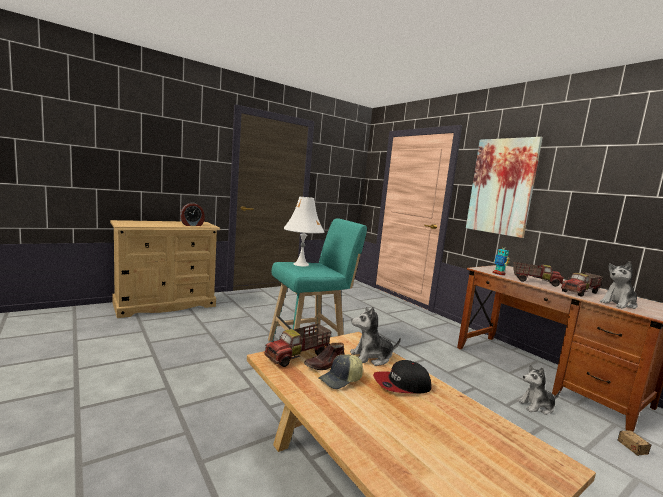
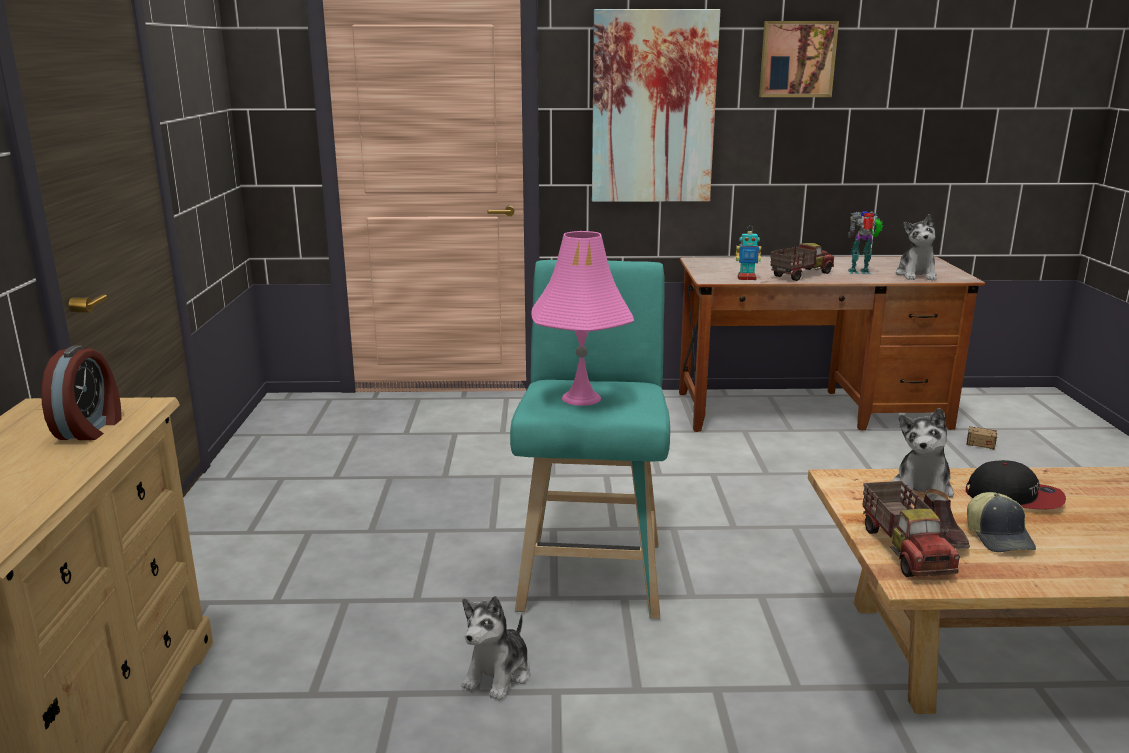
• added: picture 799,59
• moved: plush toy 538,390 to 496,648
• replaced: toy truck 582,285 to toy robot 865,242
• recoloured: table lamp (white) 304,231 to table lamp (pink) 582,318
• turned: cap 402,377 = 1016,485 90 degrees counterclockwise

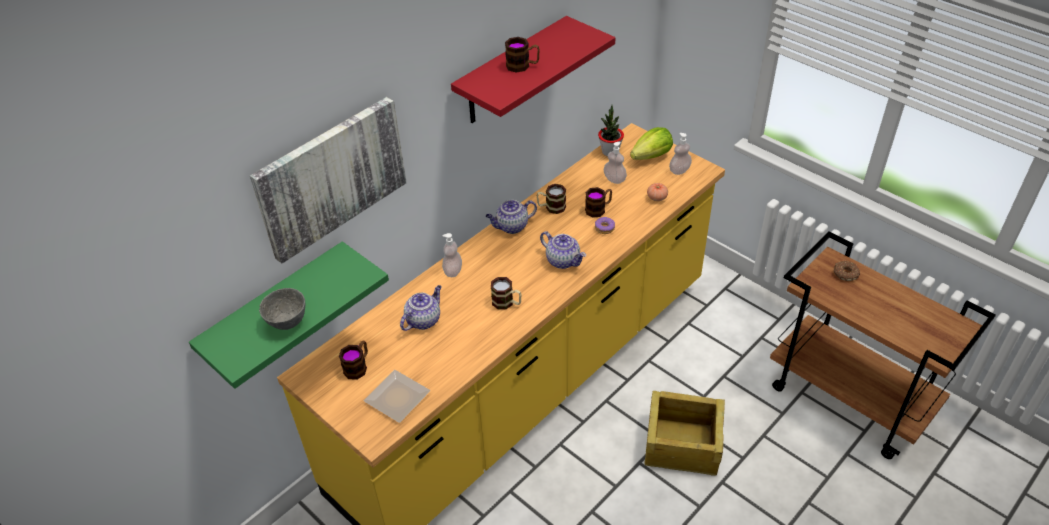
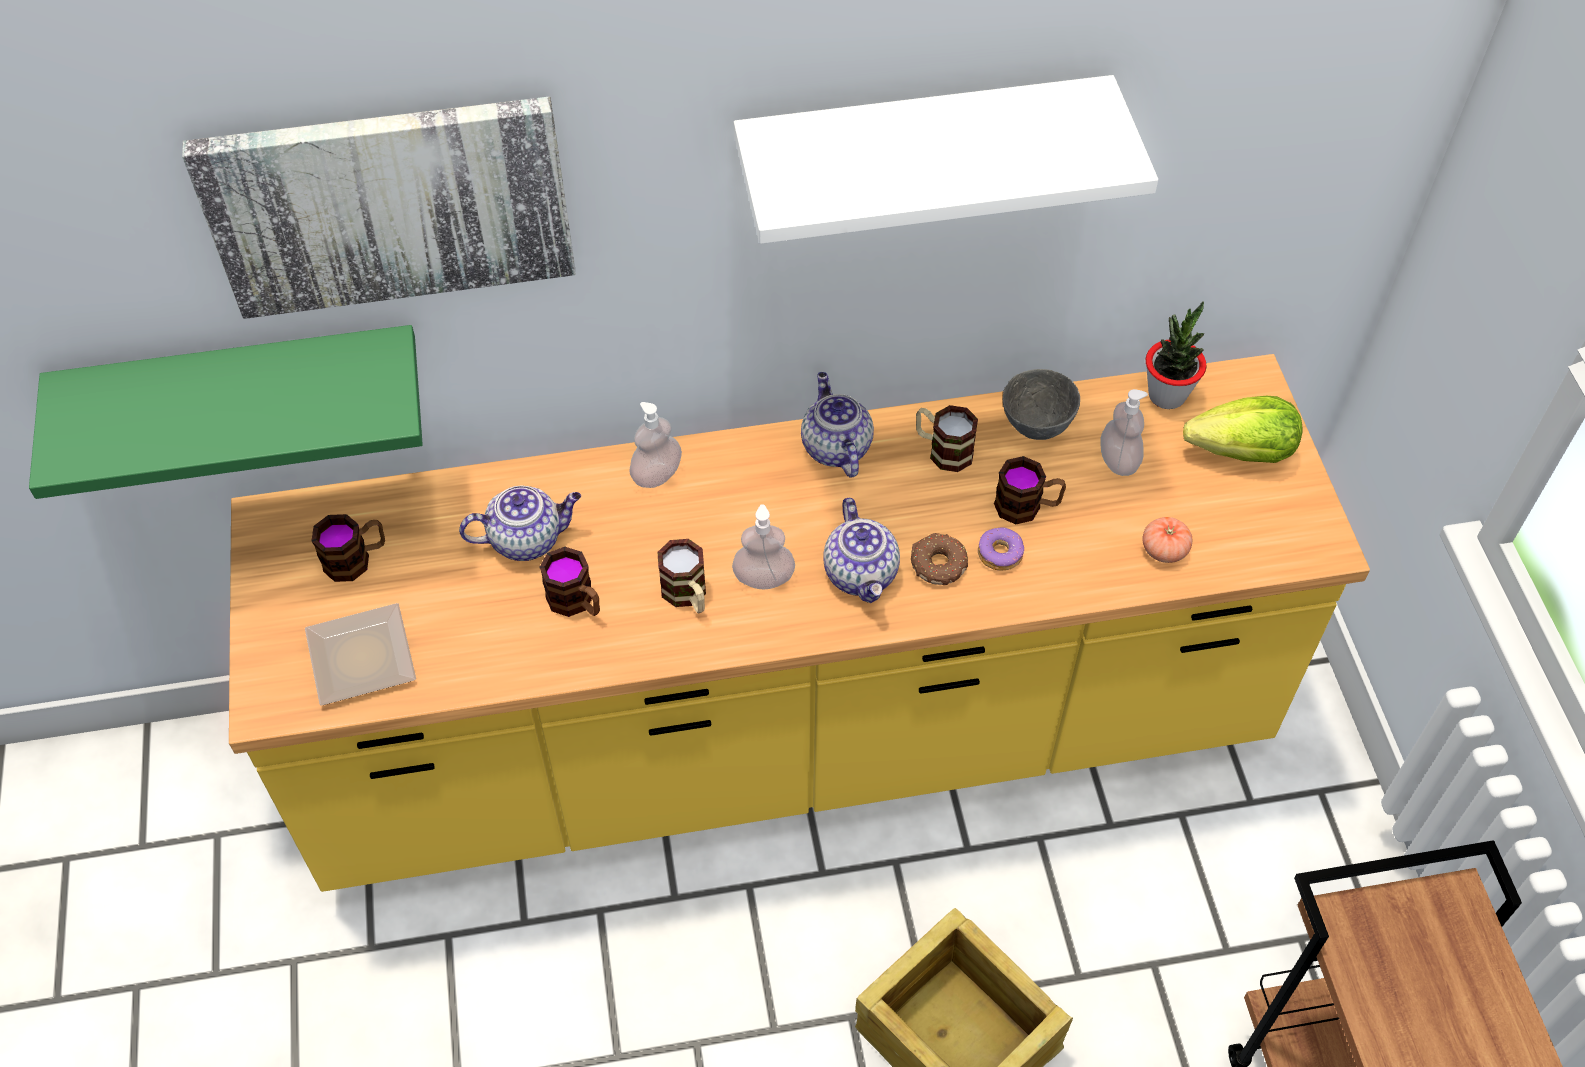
• moved: bowl (grey) 282,309 to 1041,404
• moved: mug 522,55 to 569,582
• moved: soap dispenser 680,154 to 763,546
• moved: donut 847,271 to 939,559
• recoloured: shelf (red) 533,69 to shelf (white) 946,159
• turned: teapot 511,217 = 837,425 60 degrees clockwise

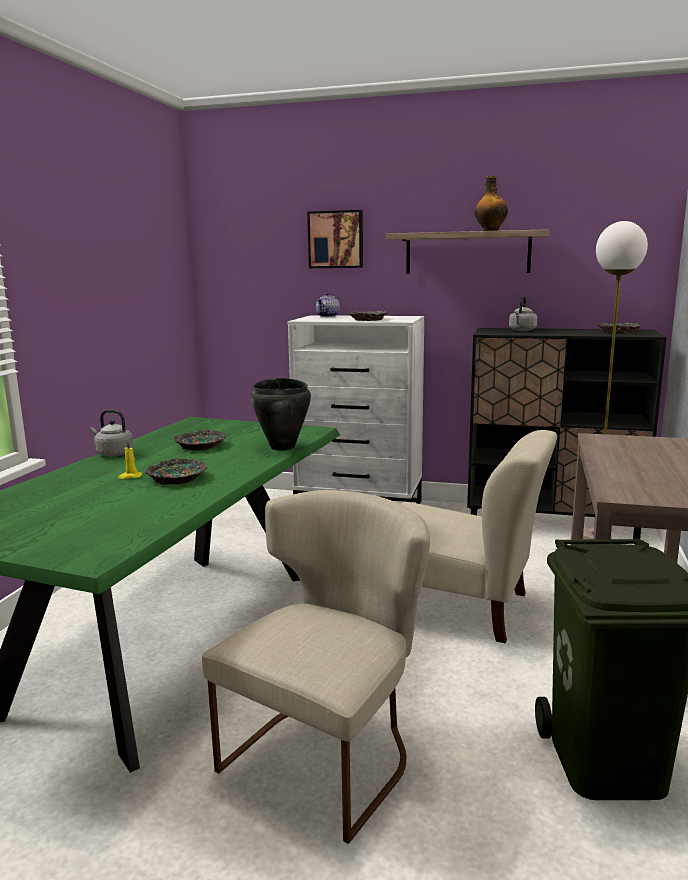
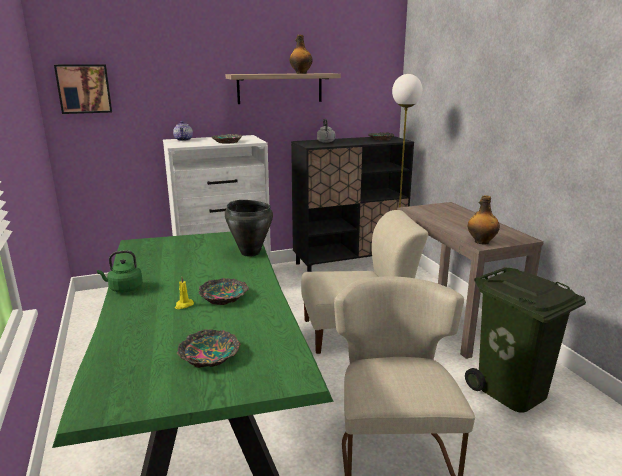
• added: bottle 484,220
• moved: bowl 200,440 to 208,348
• moved: picture 335,239 to 83,89
• recoloured: kettle (grey) 111,433 to kettle (green) 120,271

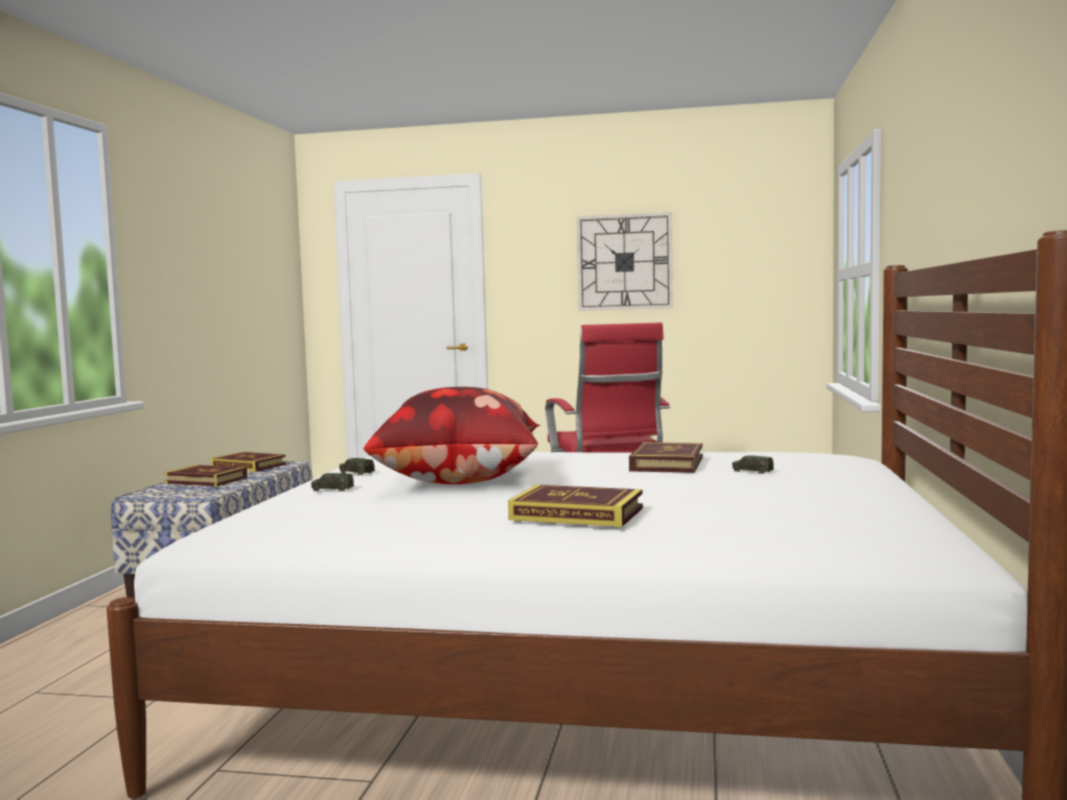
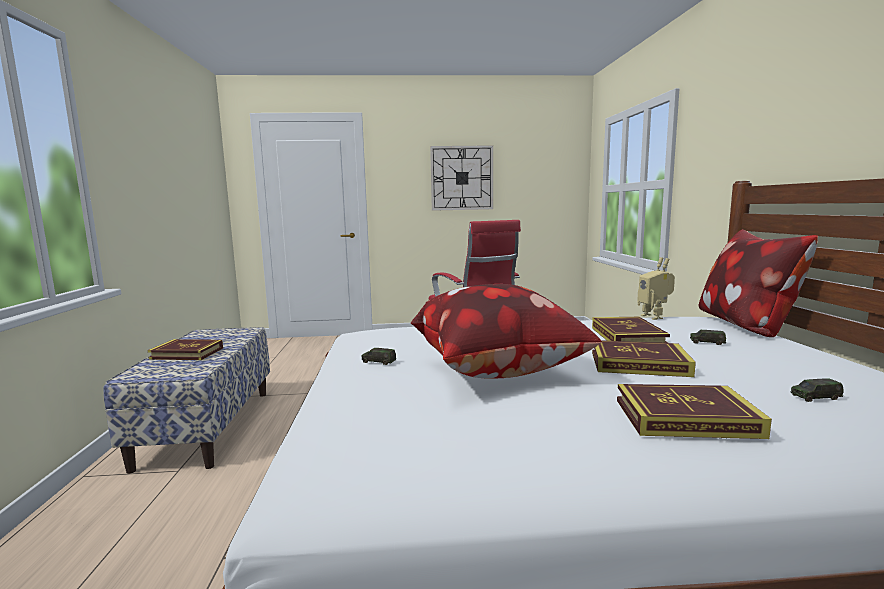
• added: toy robot 656,288
• added: pillow 758,283
• moved: book 248,462 to 644,358
• moved: toy car 332,482 to 817,390

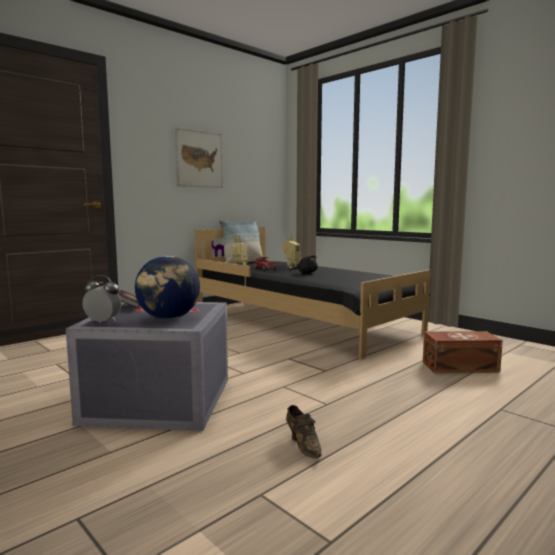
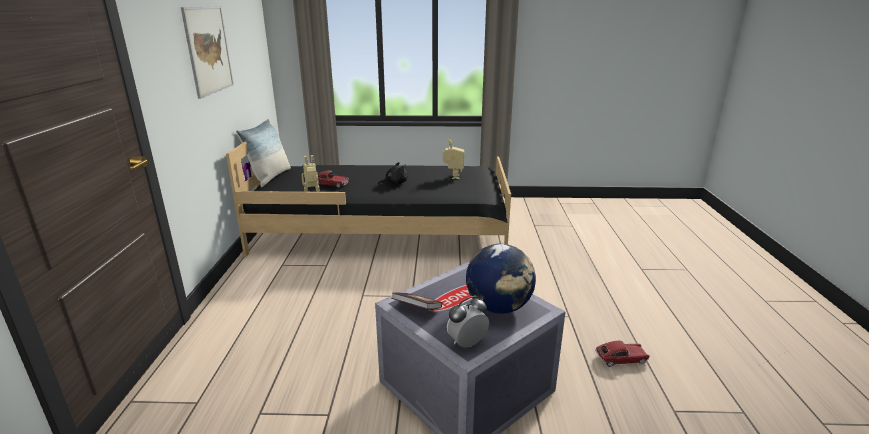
• removed: storage box (brown) 463,352
• moved: toy robot 292,251 to 453,158
• replaced: shoe (brown) 304,431 to toy car 622,353

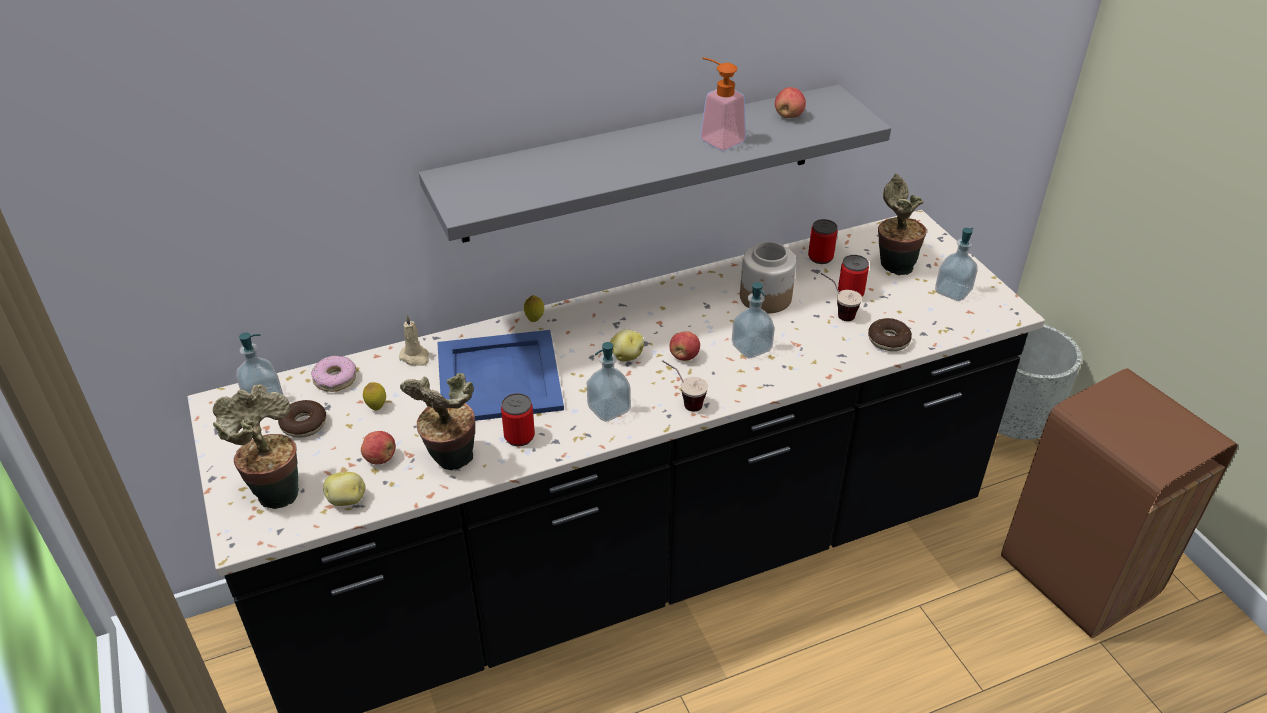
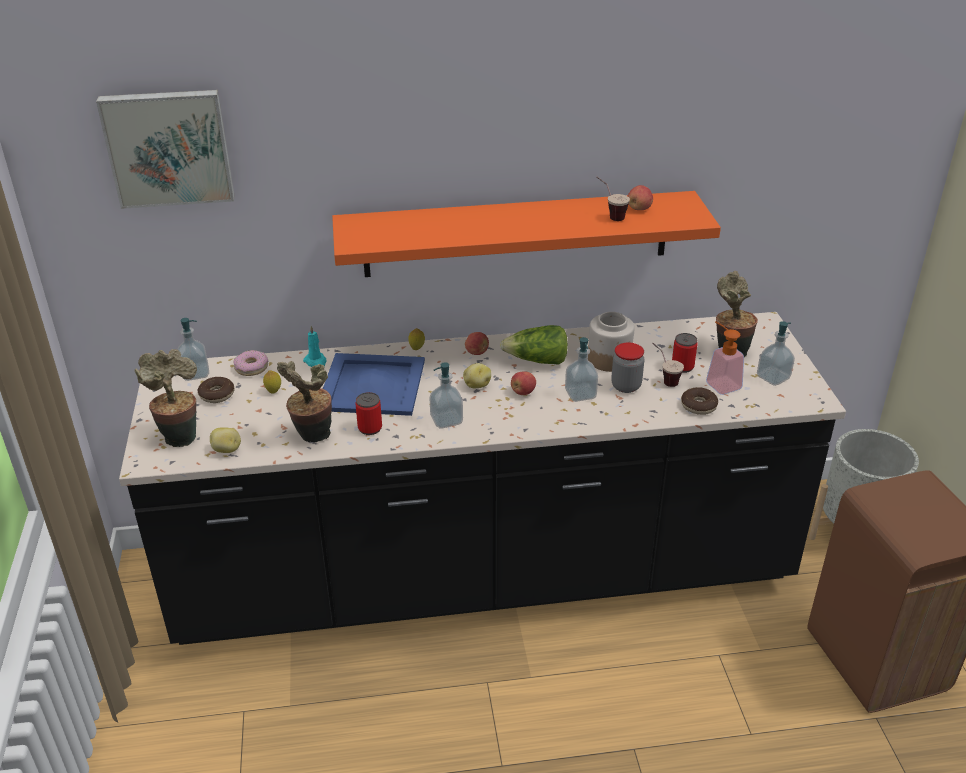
• removed: can 822,241
• added: picture 165,149
• added: lettuce 534,345
• added: jar 628,367
• moved: apple 378,448 to 477,343
• moved: cup 685,386 to 613,199
• moved: soap dispenser 723,104 to 725,358
• recoloured: candle (beige) 414,340 to candle (turquoise) 315,346
• recoloured: shelf (grey) 655,163 to shelf (orange) 526,234

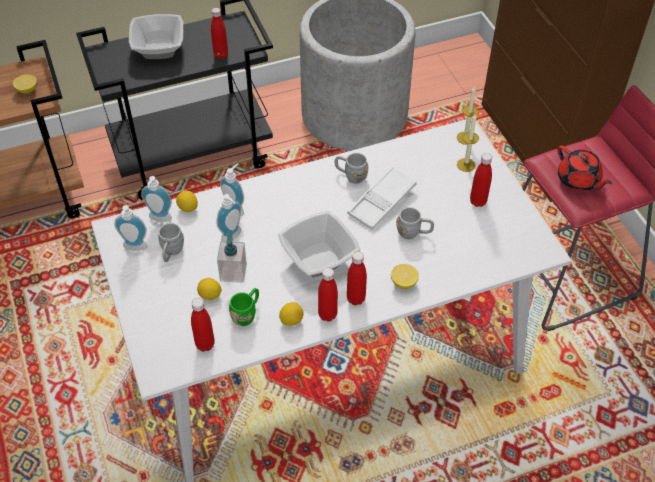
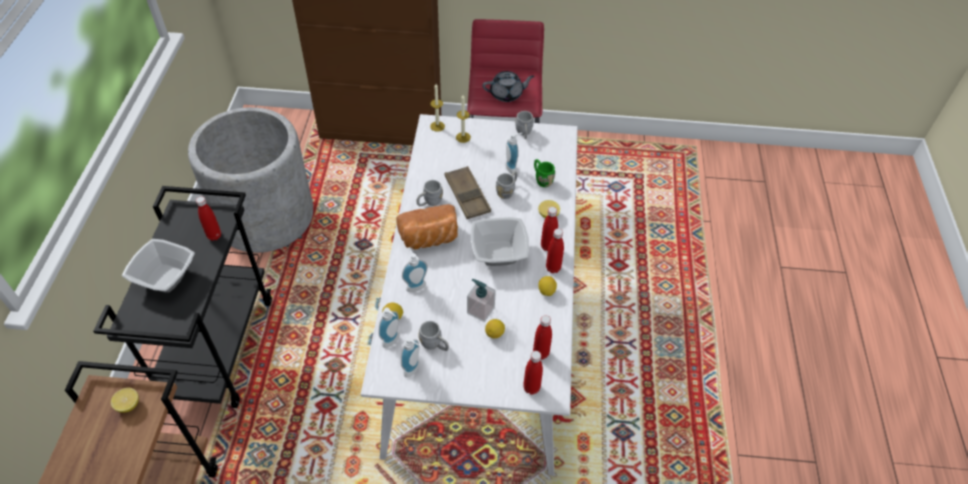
• added: bread 427,227
• added: mug (grey) 524,125
• moved: soap dispenser 229,217 to 514,153
• moved: mug (green) 244,307 to 544,173
• moved: bottle (red) 481,180 to 533,372
• recoloured: tray (white) 382,198 to tray (brown) 468,192
• recoloured: teapot (red) 584,168 to teapot (grey) 508,86

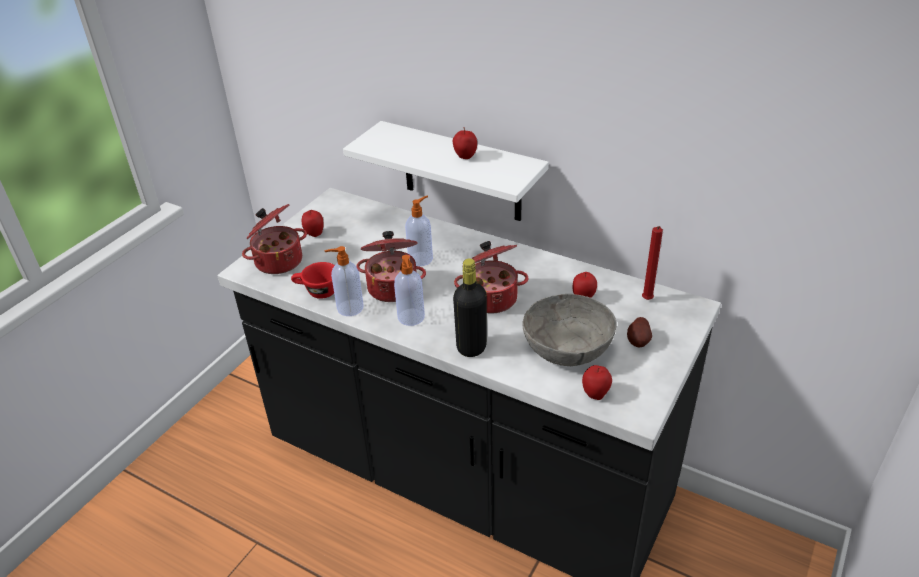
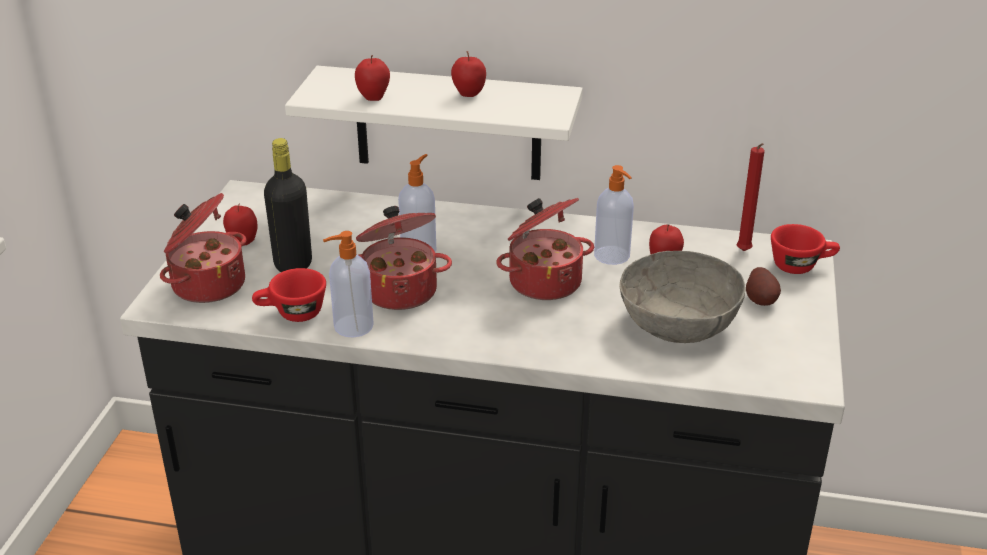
• added: cup (red) 805,249
• moved: soap dispenser 409,290 to 614,215
• moved: bottle (black) 470,307 to 288,205
• moved: apple 597,382 to 372,78

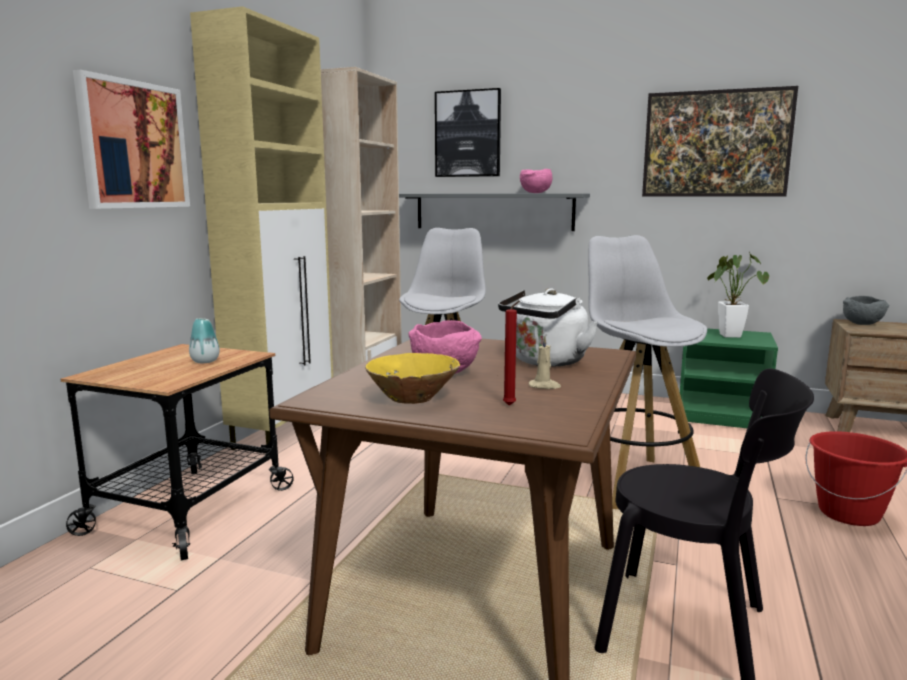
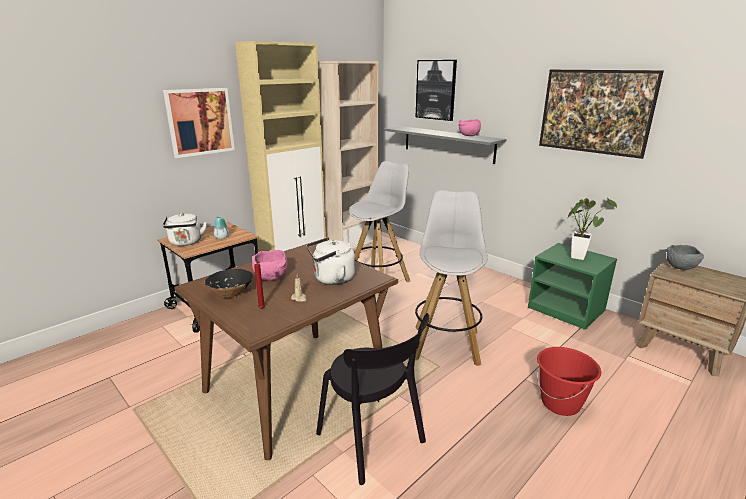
• added: kettle (white) 185,229
• recoloured: bowl (yellow) 412,378 to bowl (black) 228,283

